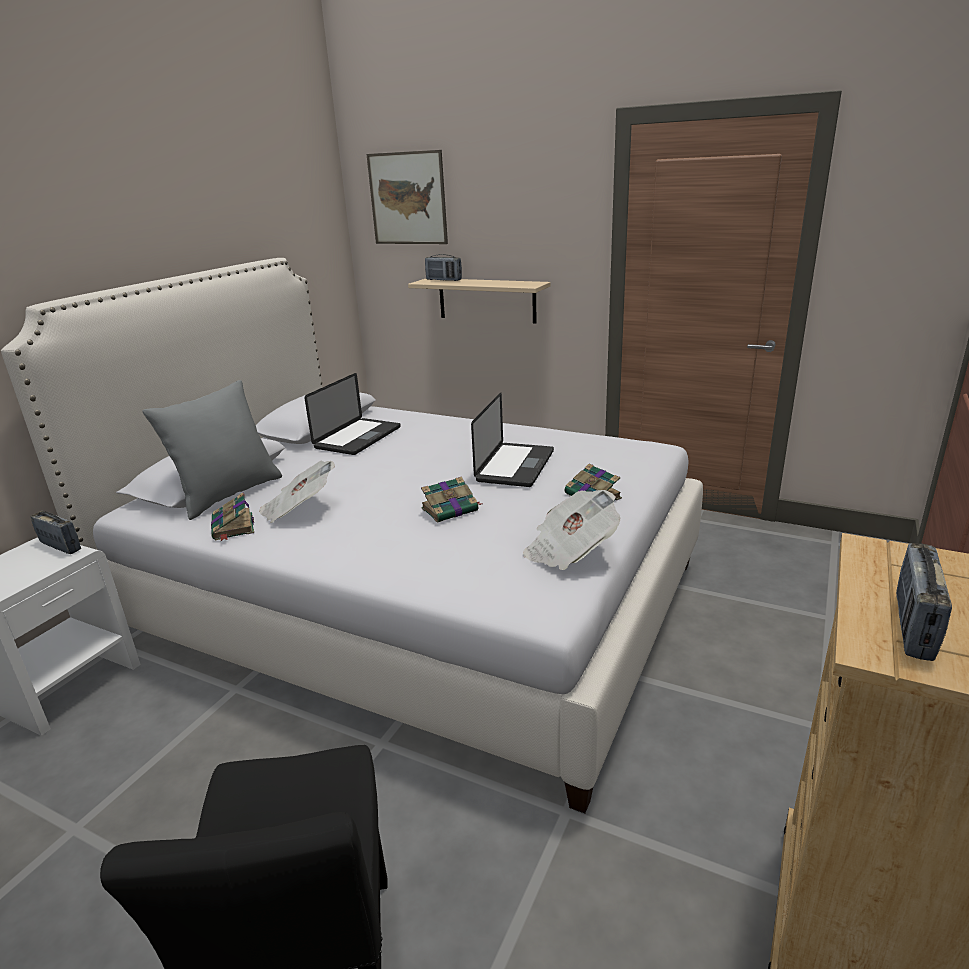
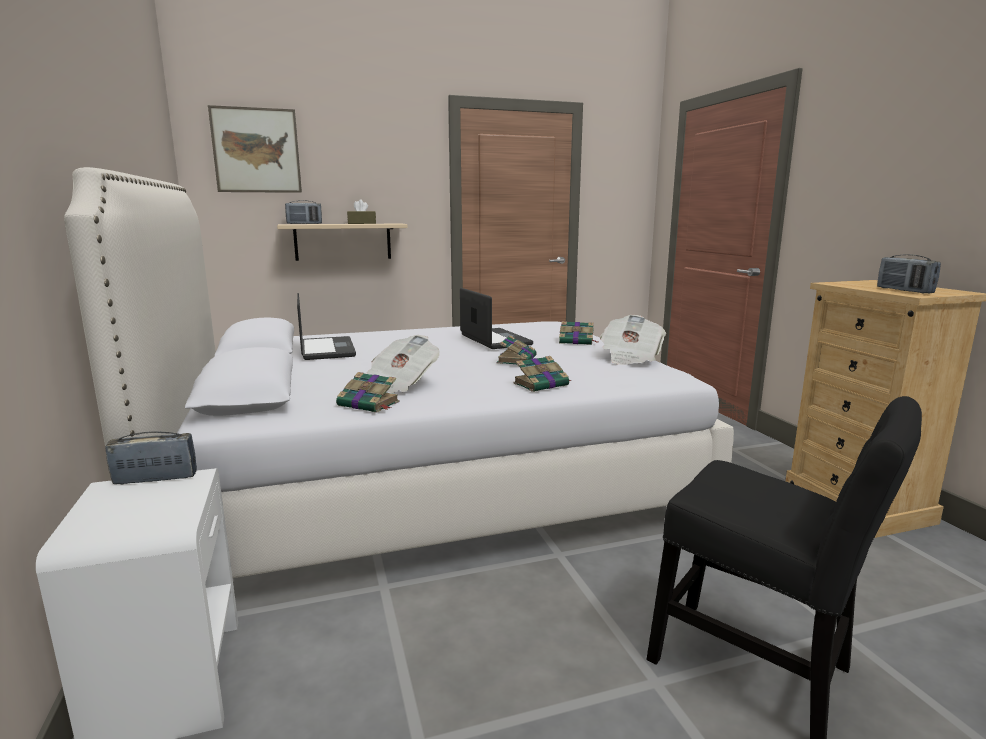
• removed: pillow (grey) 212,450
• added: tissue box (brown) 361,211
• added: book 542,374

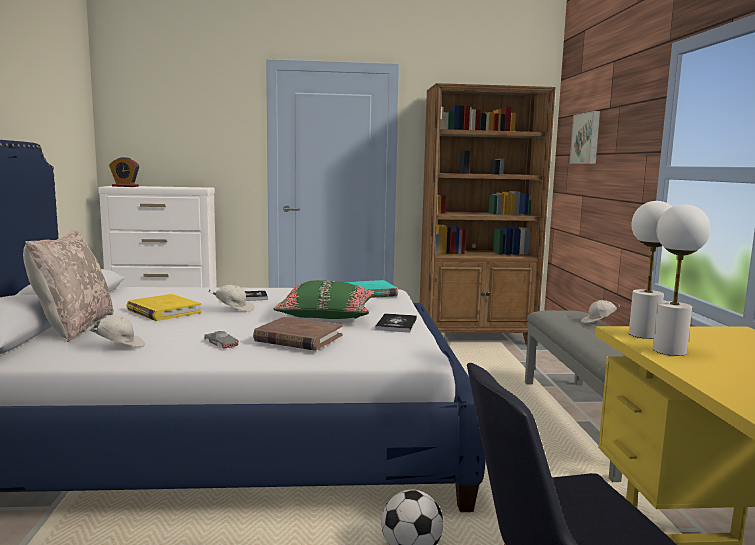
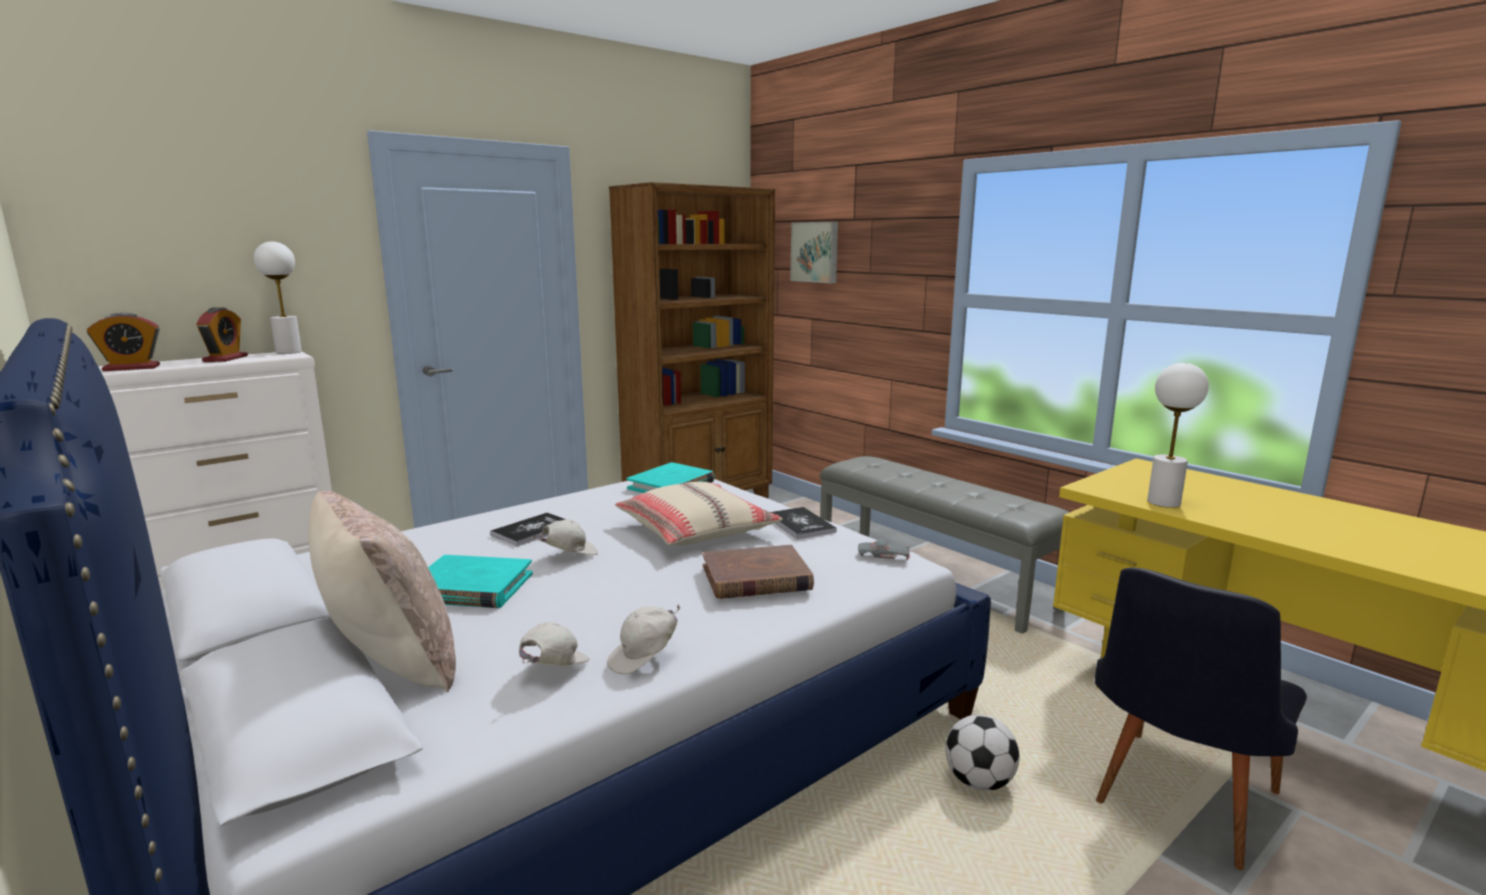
• added: alarm clock 222,334
• moved: toy car (grey) 221,340 to 884,550
• moved: cap (white) 600,311 to 643,639
• moved: table lamp (white) 651,270 to 278,297
• recoloured: book (yellow) 164,307 to book (turquoise) 480,581
• recoloured: pillow (green) 324,299 to pillow (beige) 699,513

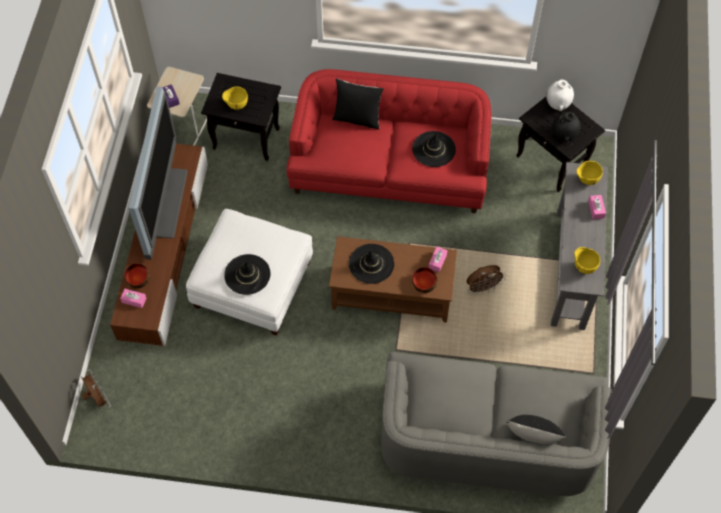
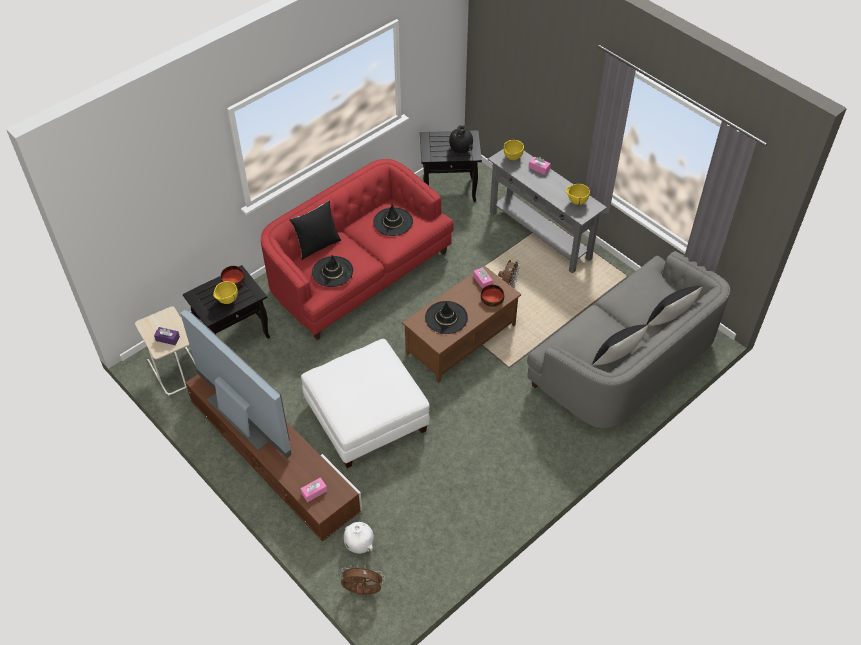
• added: pillow (black) 620,345
• moved: bowl 137,275 to 232,276
• moved: hat (black) 247,274 to 332,271
• moved: vase (white) 560,95 to 359,538

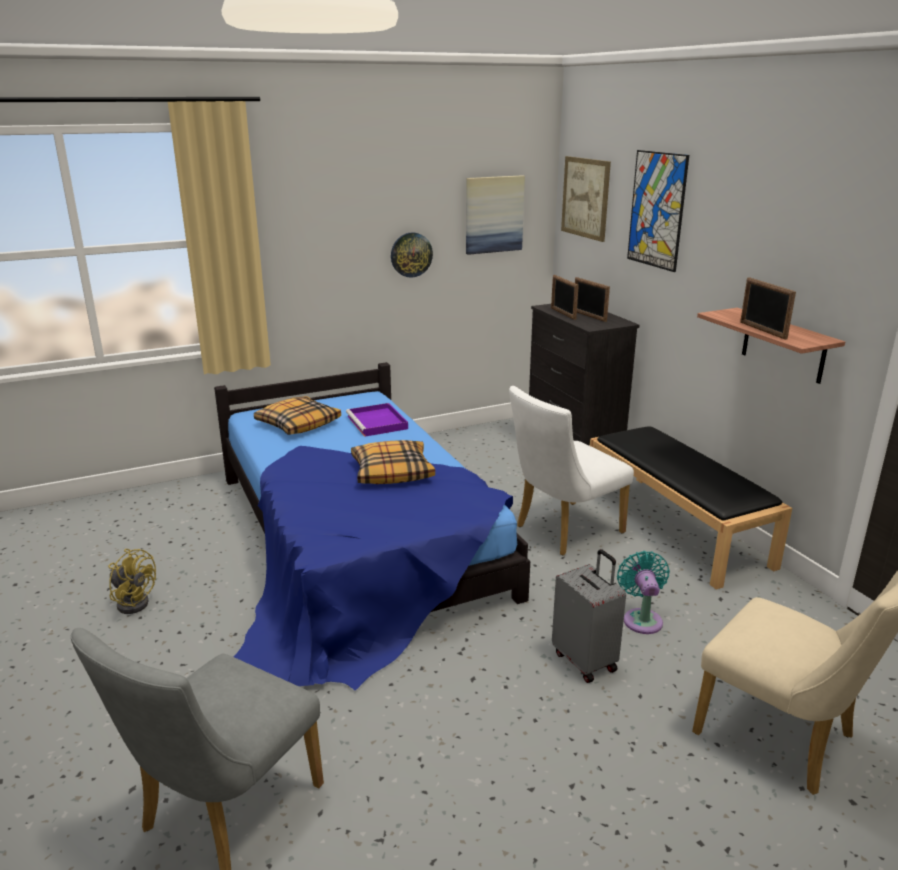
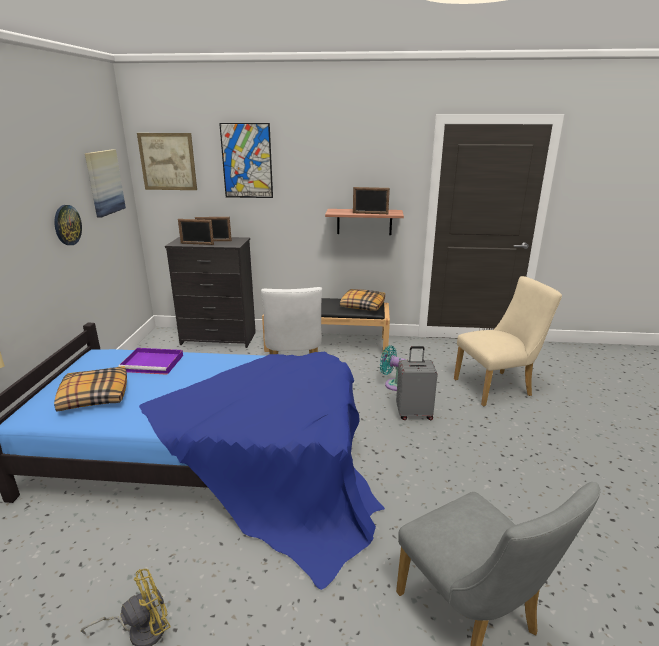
• moved: pillow 393,462 to 362,300

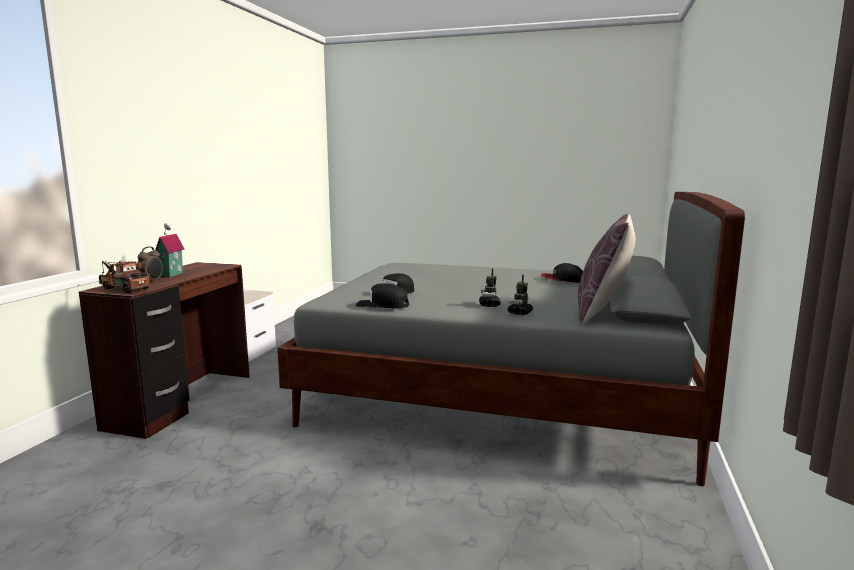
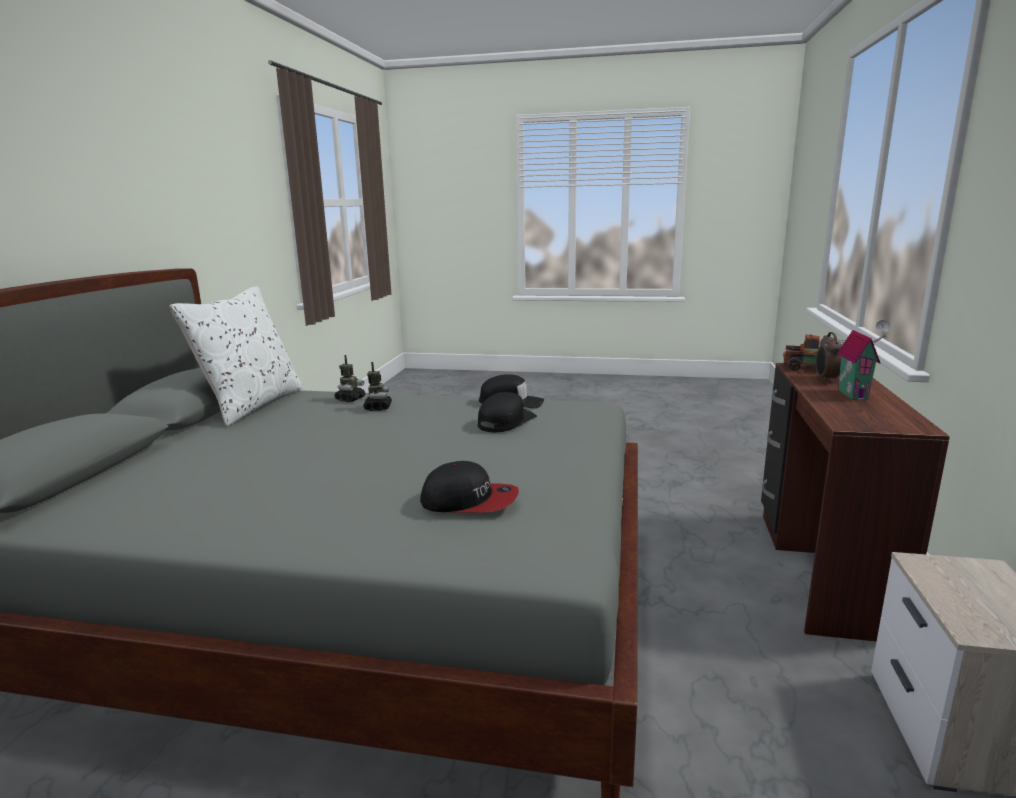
• moved: cap 562,273 to 469,487
• recoloured: pillow (brown) 606,269 to pillow (white) 236,356

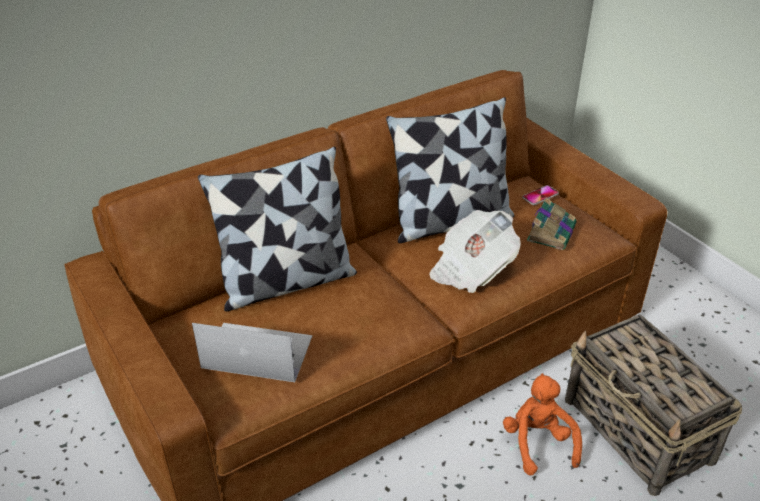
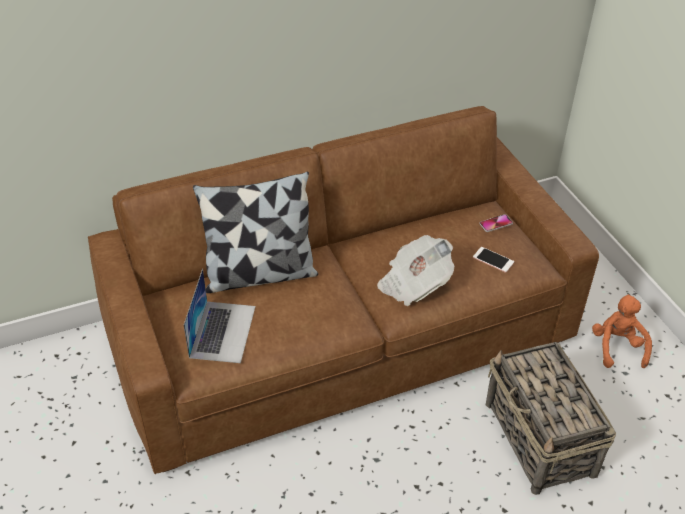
• removed: pillow 450,170
• moved: plush toy (orange) 542,424 to 622,331
• replaced: book 552,223 to phone 493,260
• turned: laptop 252,352 = 219,316 75 degrees clockwise

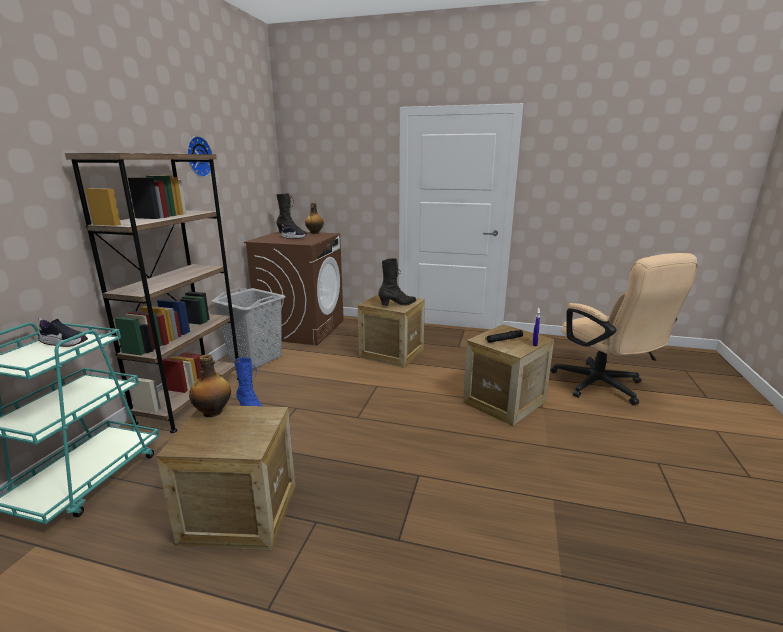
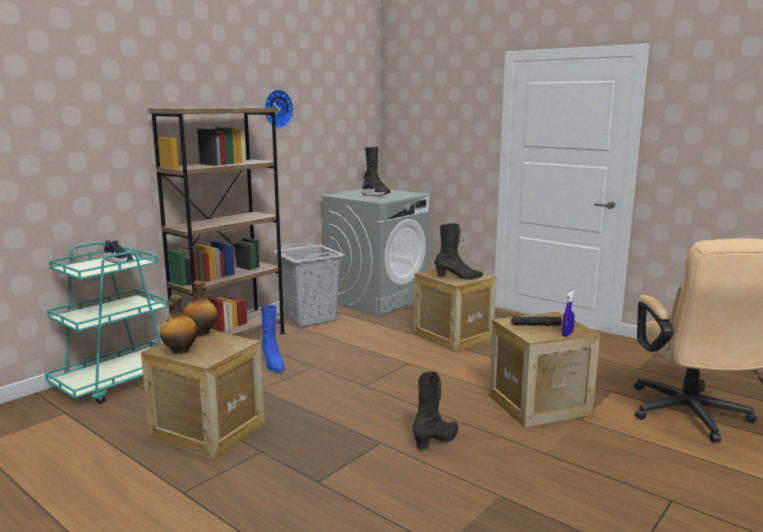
• added: boot (black) 436,410
• moved: bottle 314,218 to 178,324
• recoloured: washing machine (brown) 294,288 to washing machine (grey) 376,253

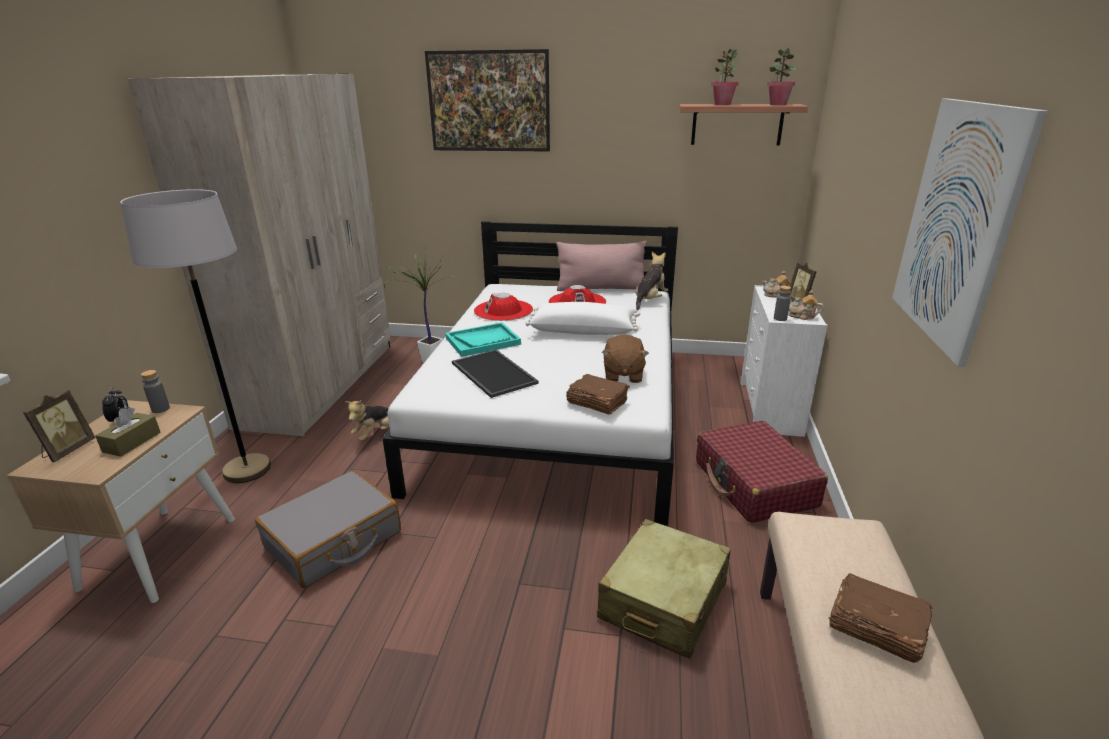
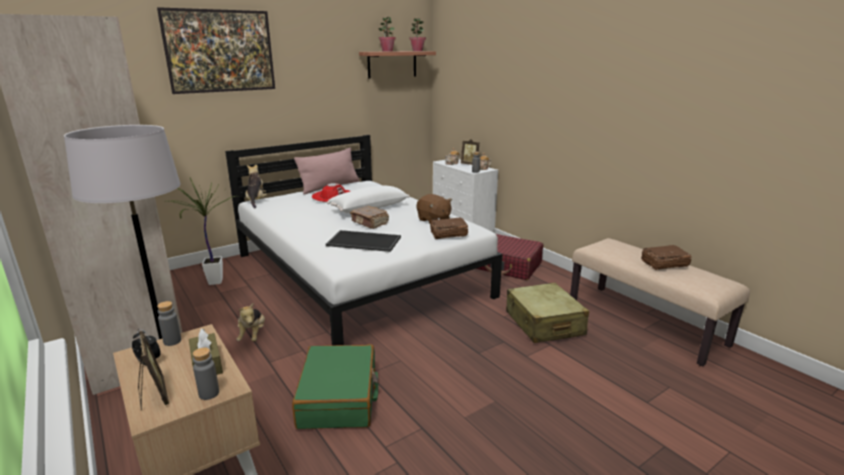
• removed: tray (turquoise) 483,339
• removed: hat (red) 503,307
• removed: picture 970,232
• added: bottle (grey) 206,373
• added: book (brown) 369,217
• moved: plush toy 652,281 to 256,187
• recoloured: suitcase (grey) 328,529 to suitcase (green) 335,386

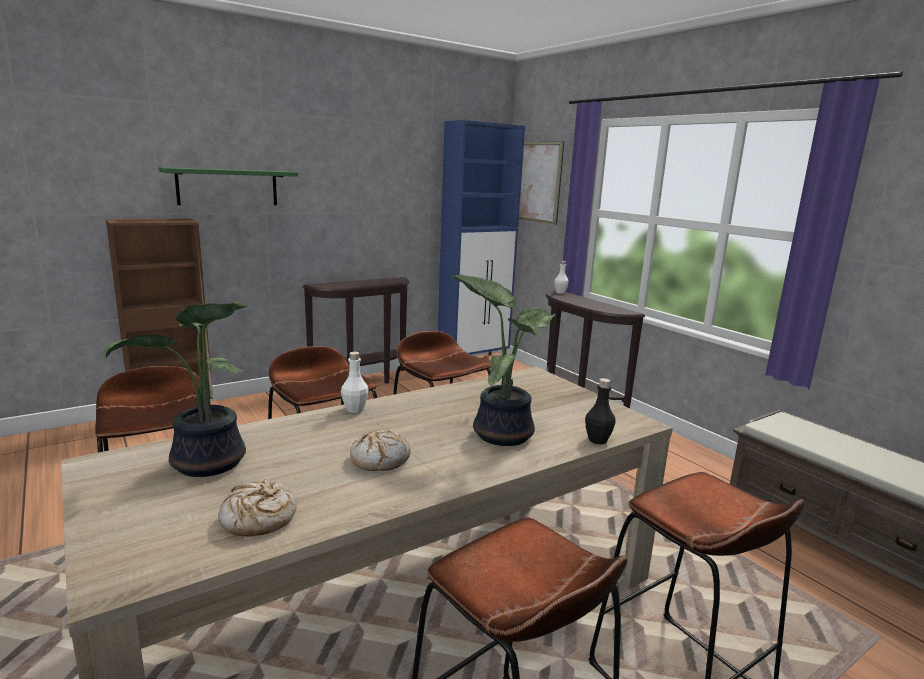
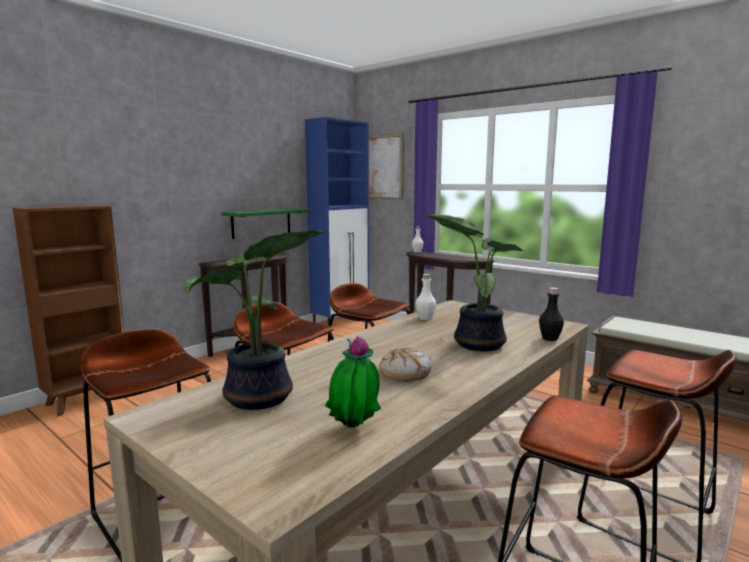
• moved: shelf (green) 228,186 to 266,223
• moved: bottle (white) 355,382 to 425,297
• replaced: bread 257,507 to potted plant 353,382

